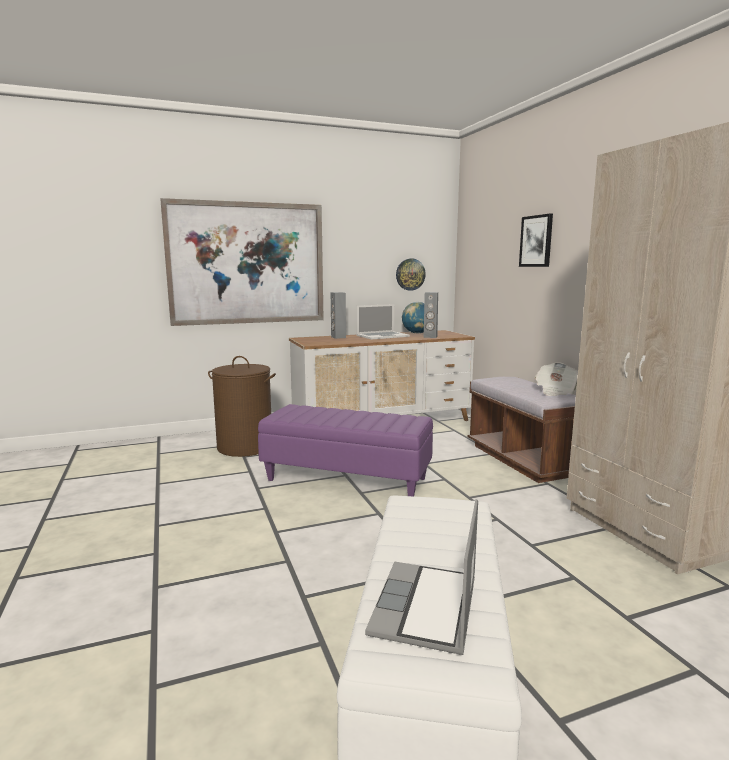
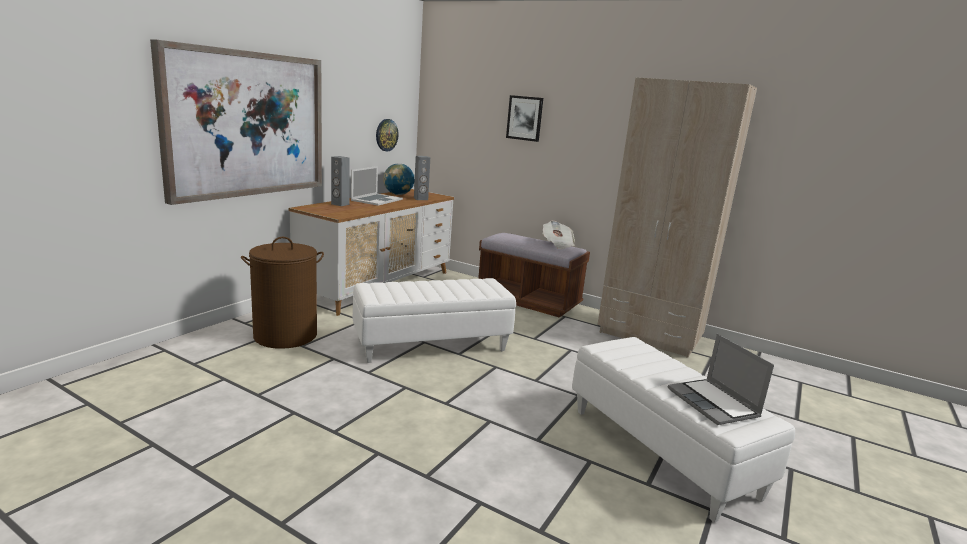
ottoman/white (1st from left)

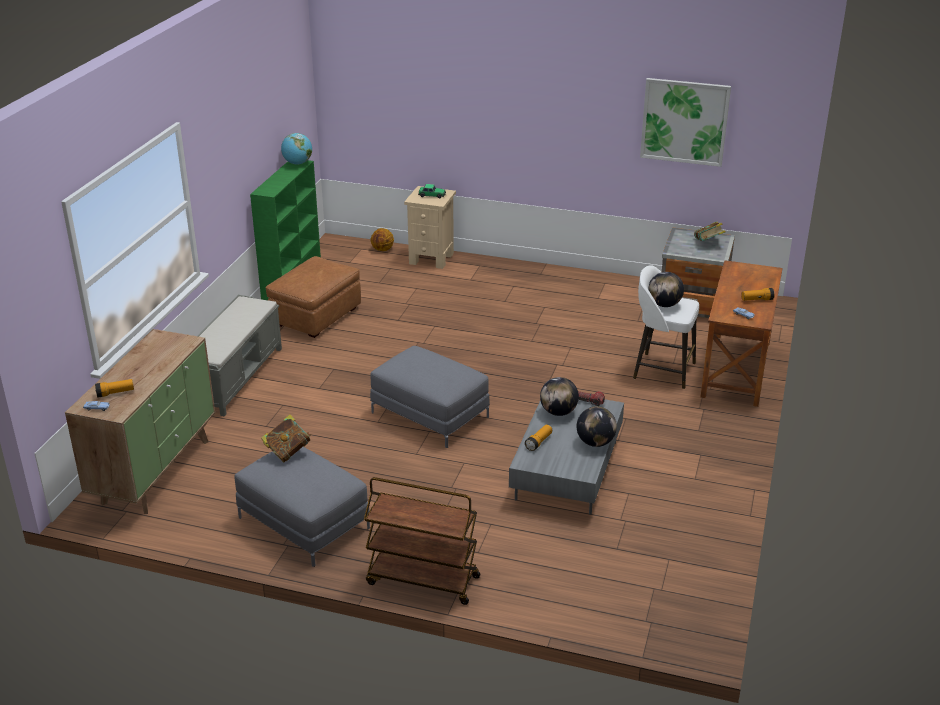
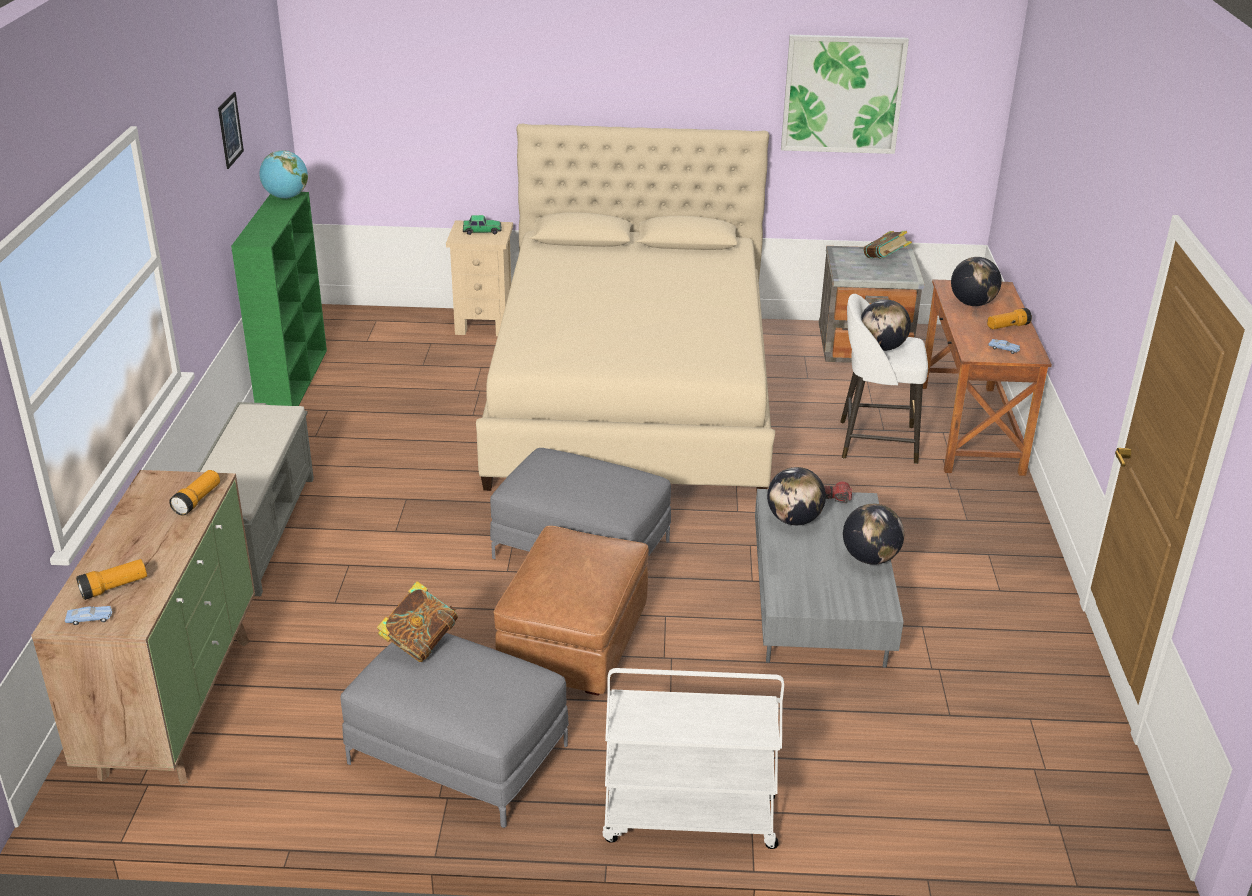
basketball; ottoman/brown; flashlight (2nd from left); cart/white; picture (1st from left); bed/beige; globe (5th from left)

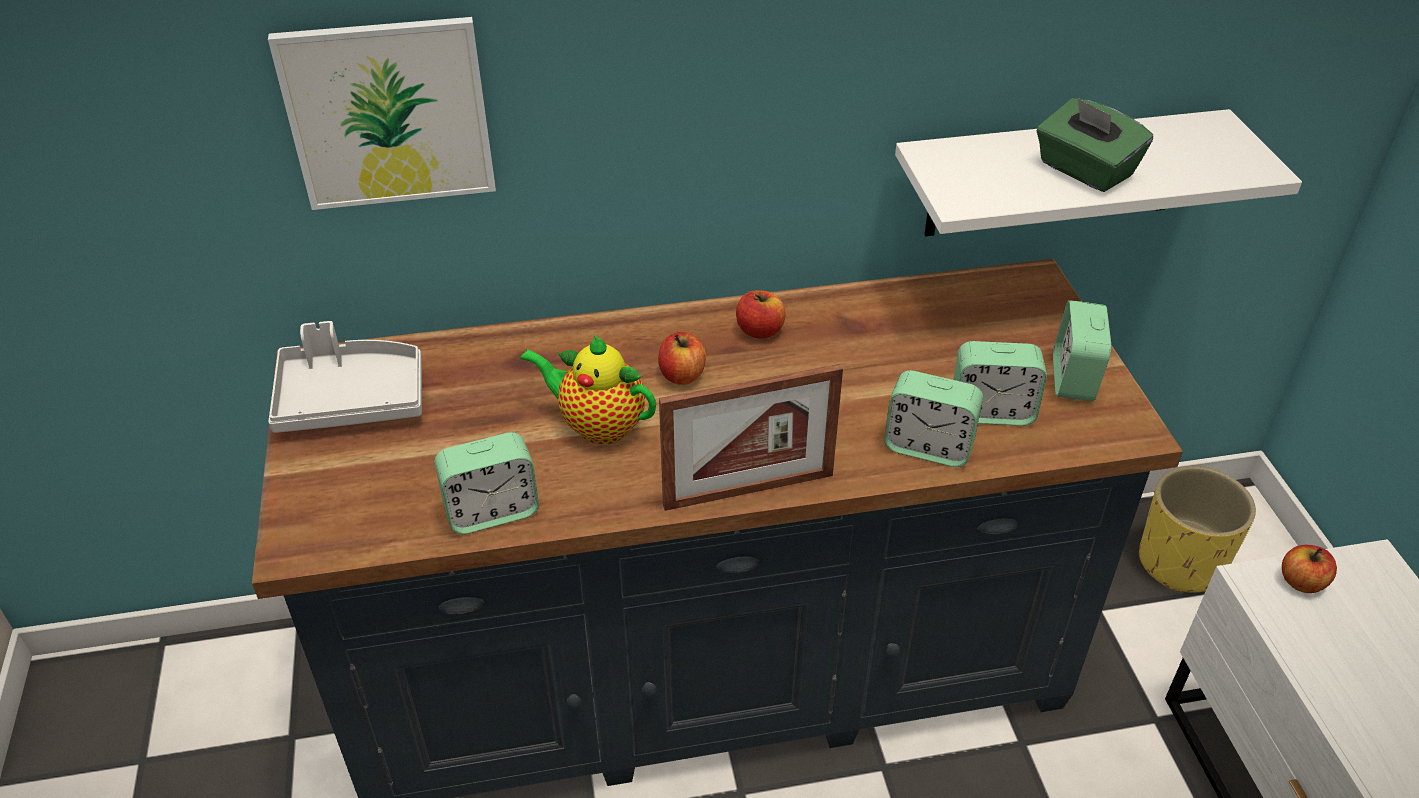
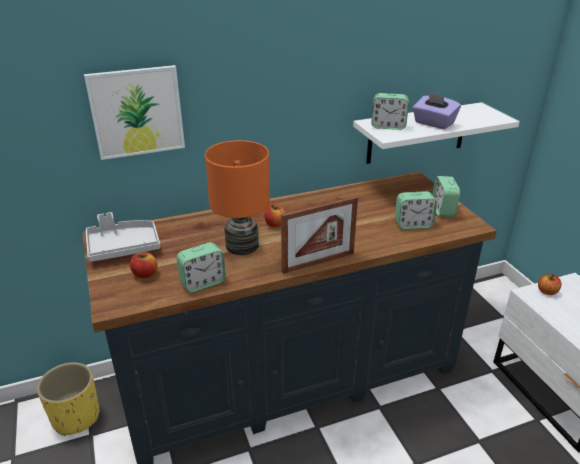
tissue box/purple; apple (1st from left); table lamp/orange; alarm clock (2nd from left); planter/yellow

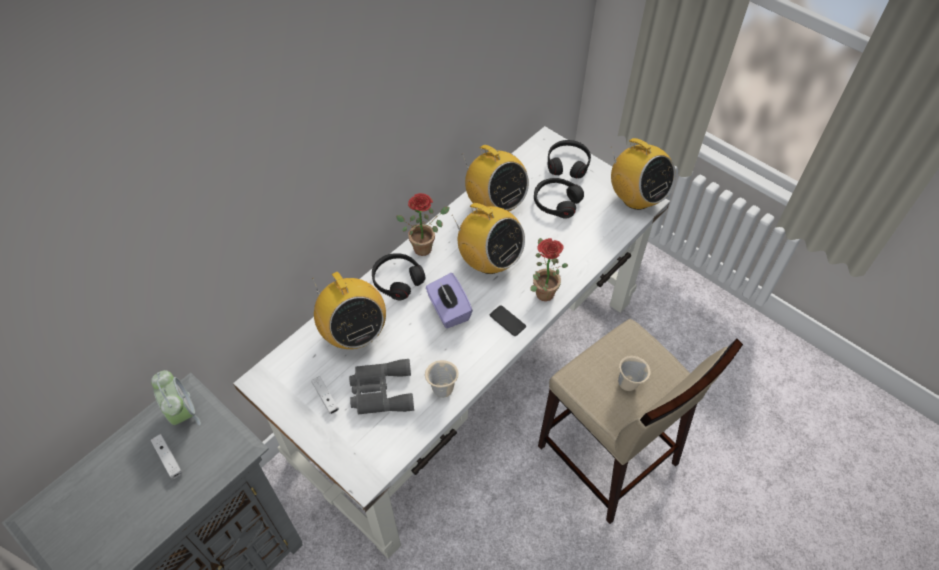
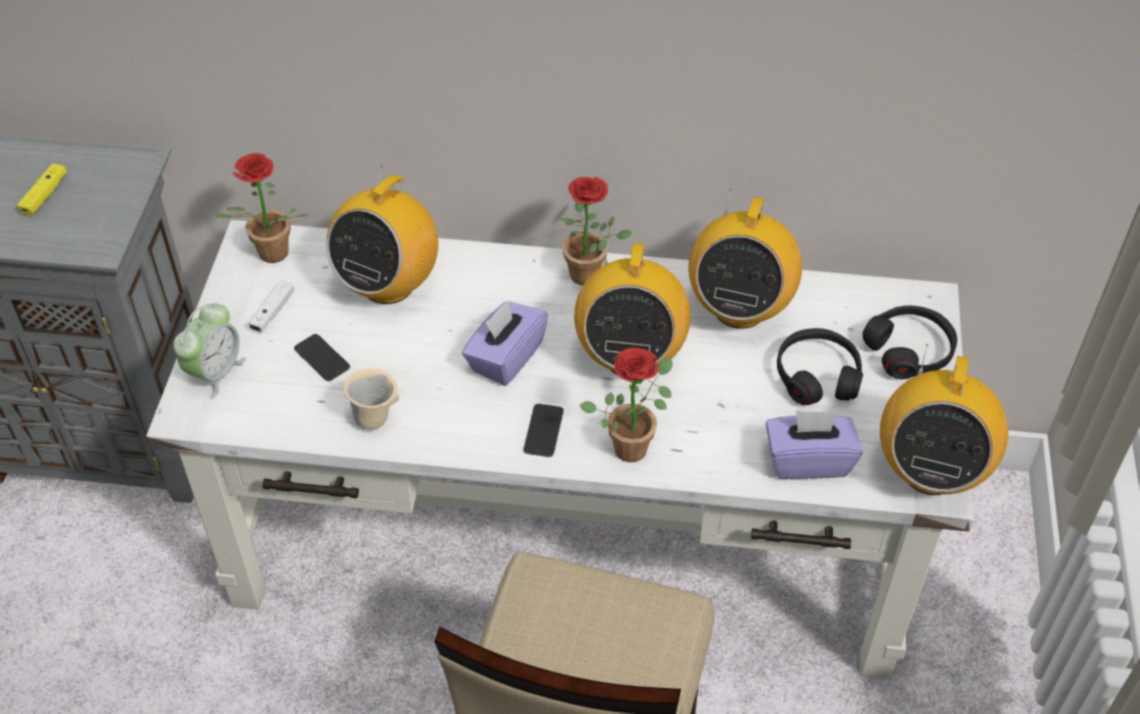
headphones/black (1st from left in the first image); mug/beige (2nd from left in the first image); phone (1st from left); alarm clock; game controller/yellow; potted plant (1st from left); tissue box/purple (2nd from left)

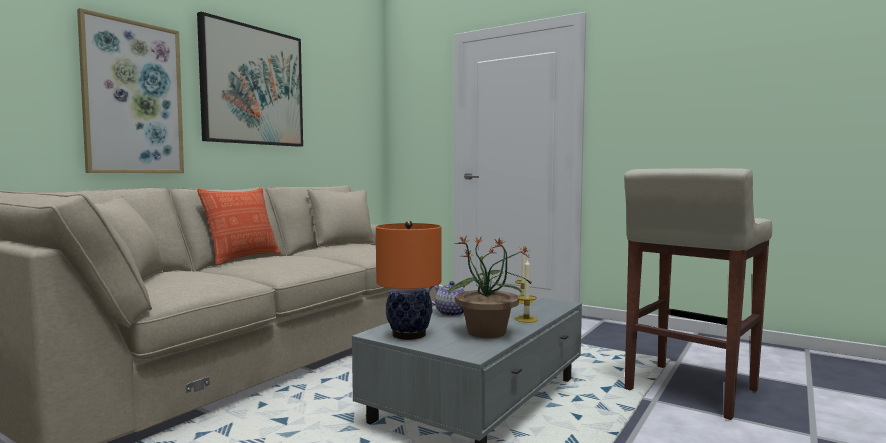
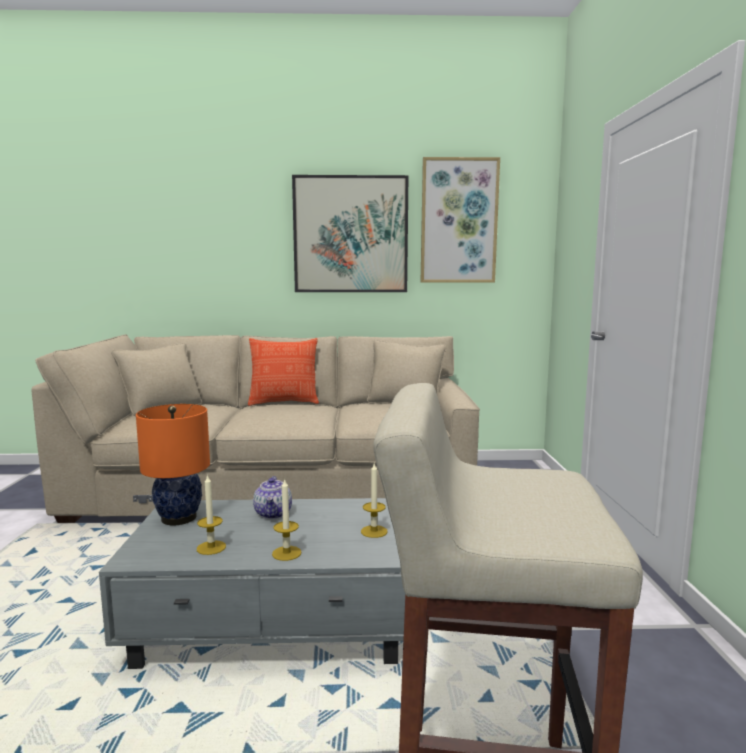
picture (2nd from left); candle (1st from left)

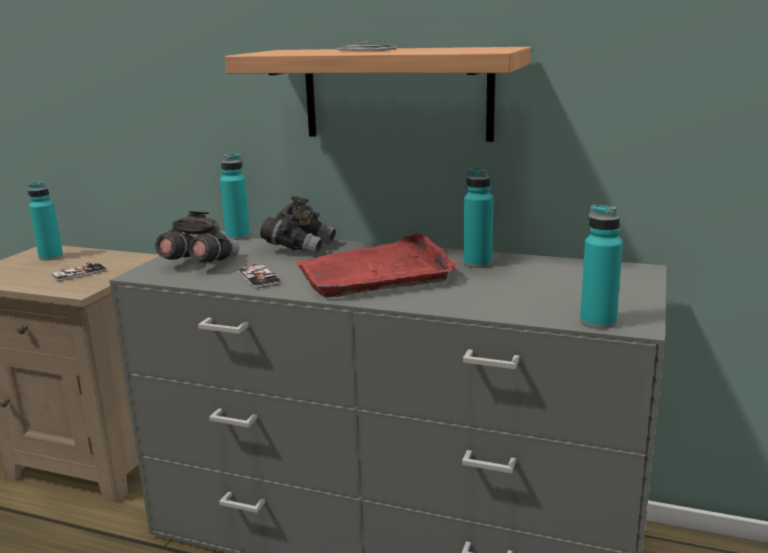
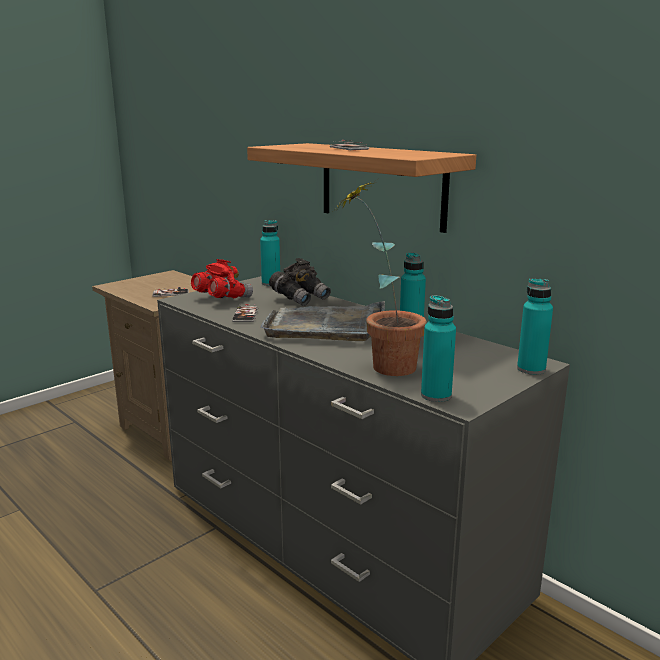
bottle/turquoise (4th from left); binoculars/red; tray/grey; potted plant

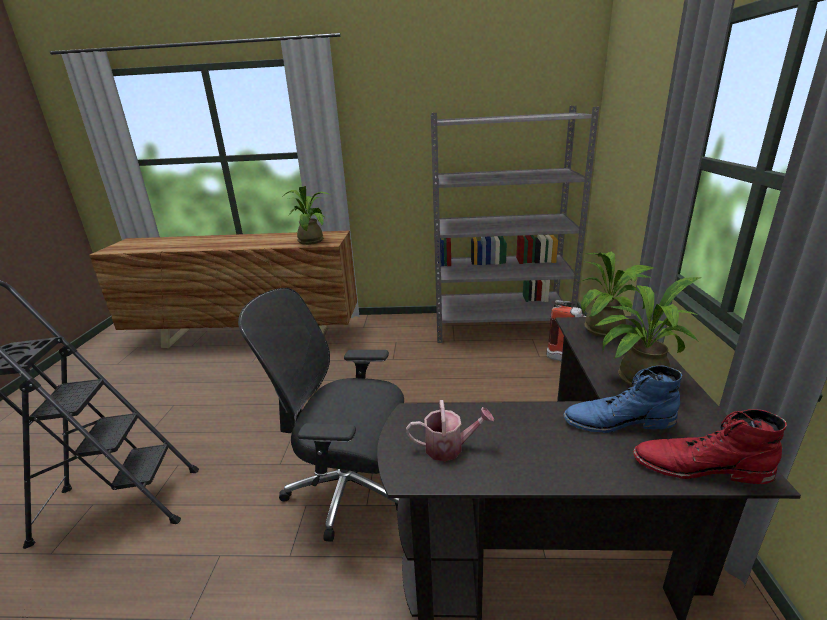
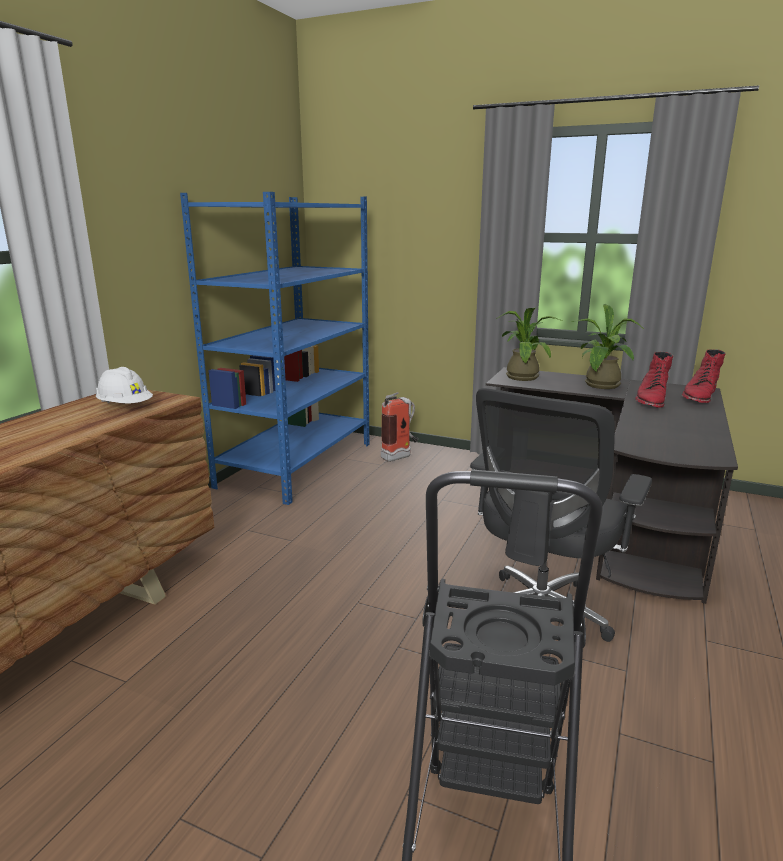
bookcase/blue; hard hat/white; boot/red (1st from left); watering can

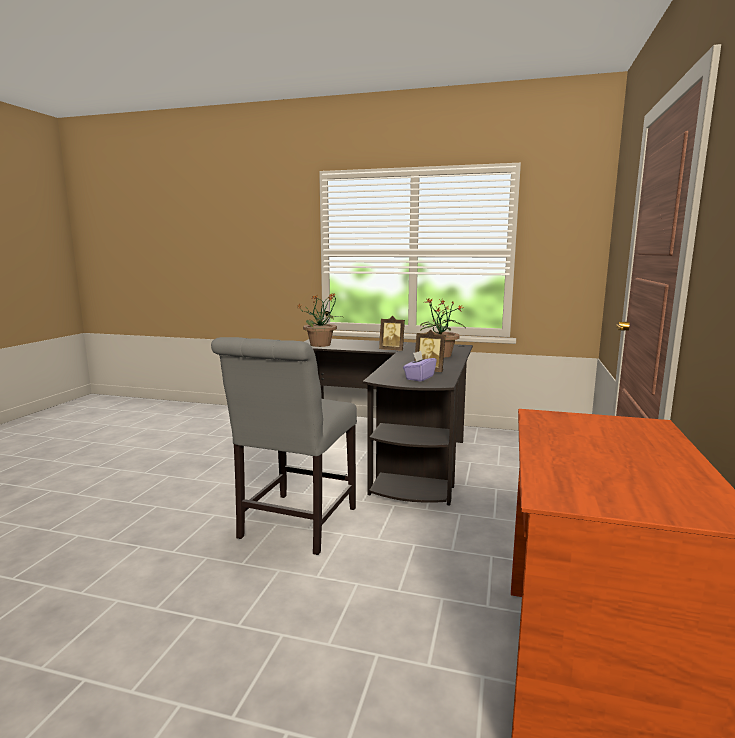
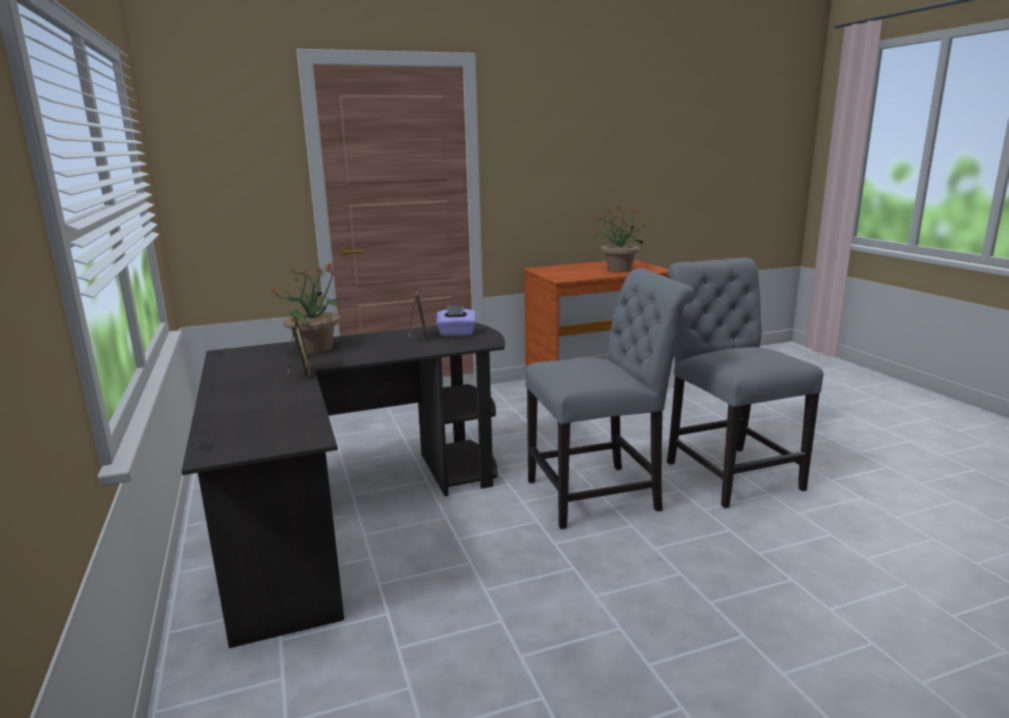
potted plant (2nd from left); chair/grey (2nd from left)

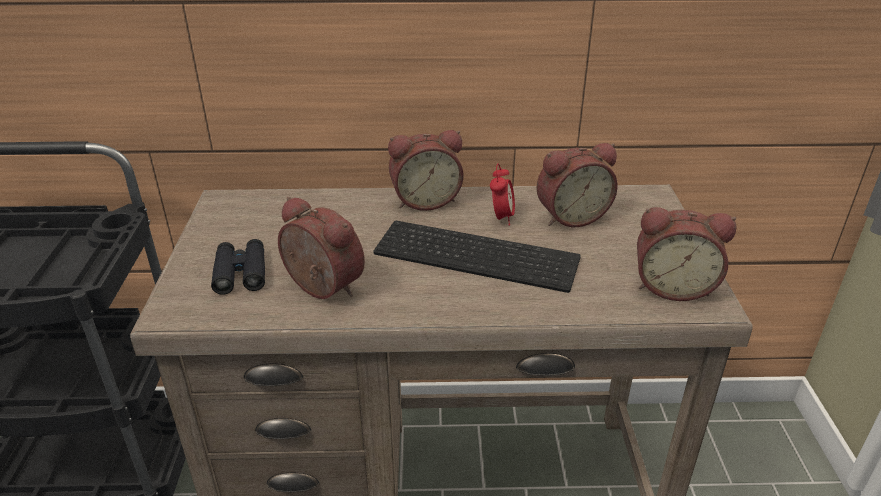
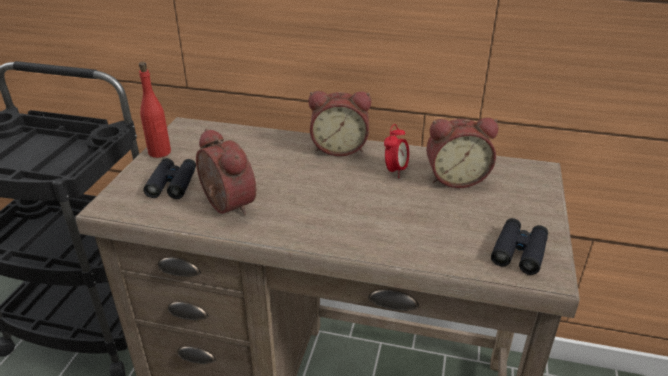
binoculars/black (2nd from left); keyboard; bottle/red

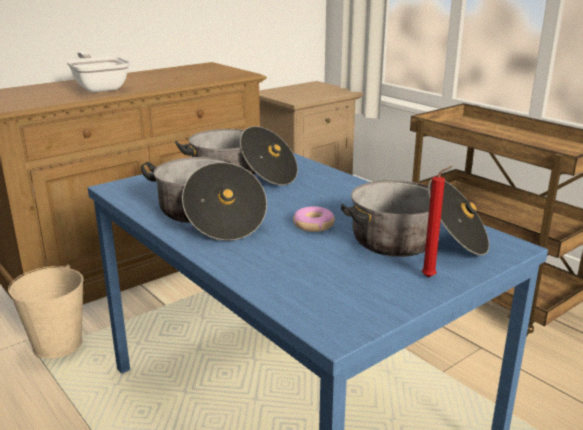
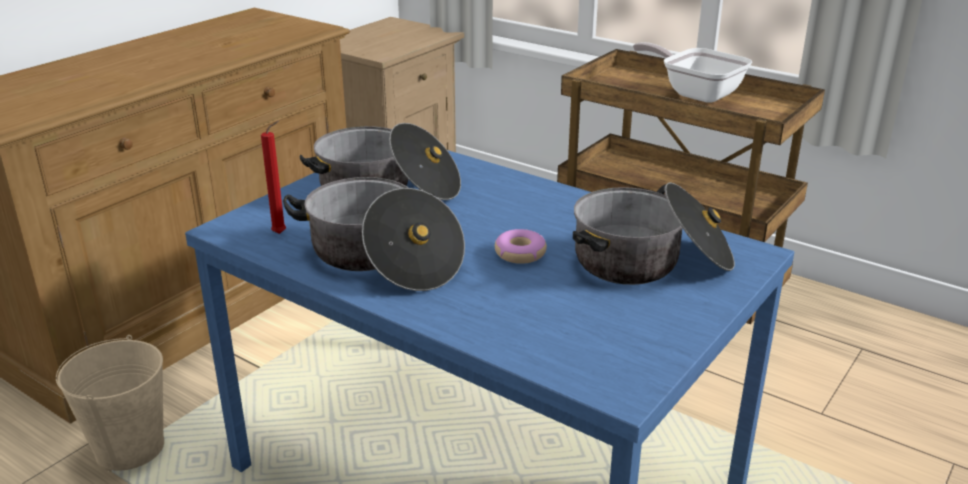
frying pan; candle/red

